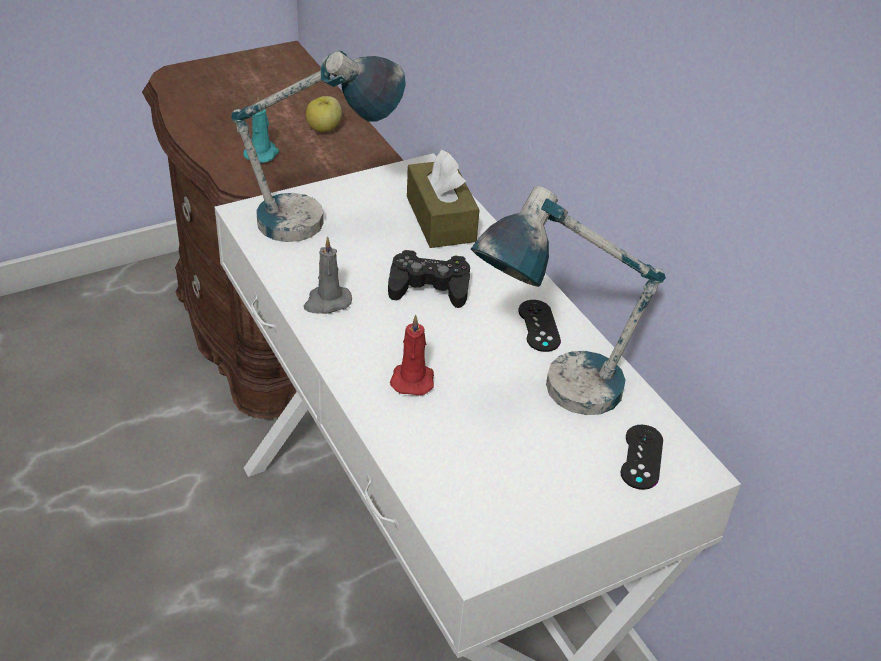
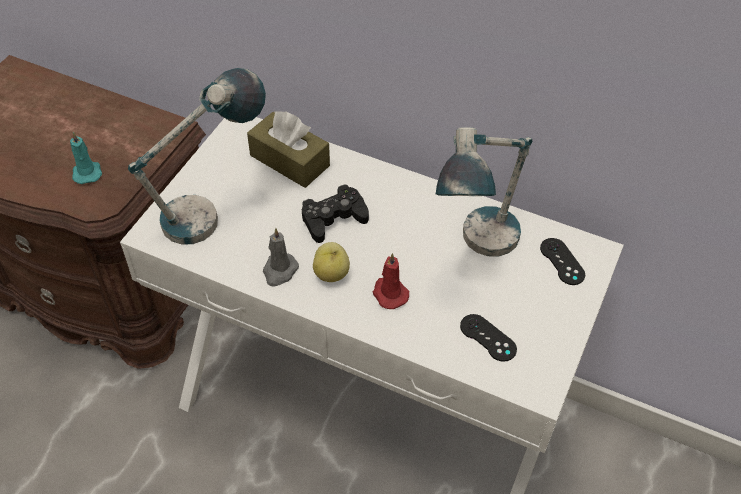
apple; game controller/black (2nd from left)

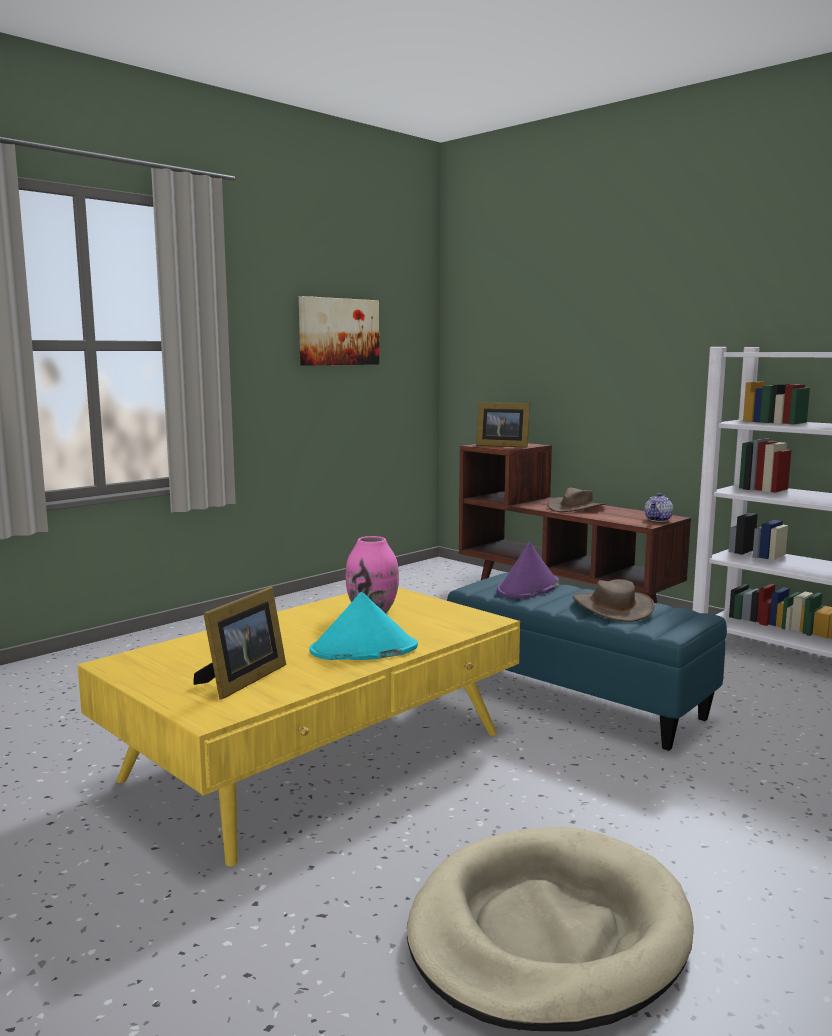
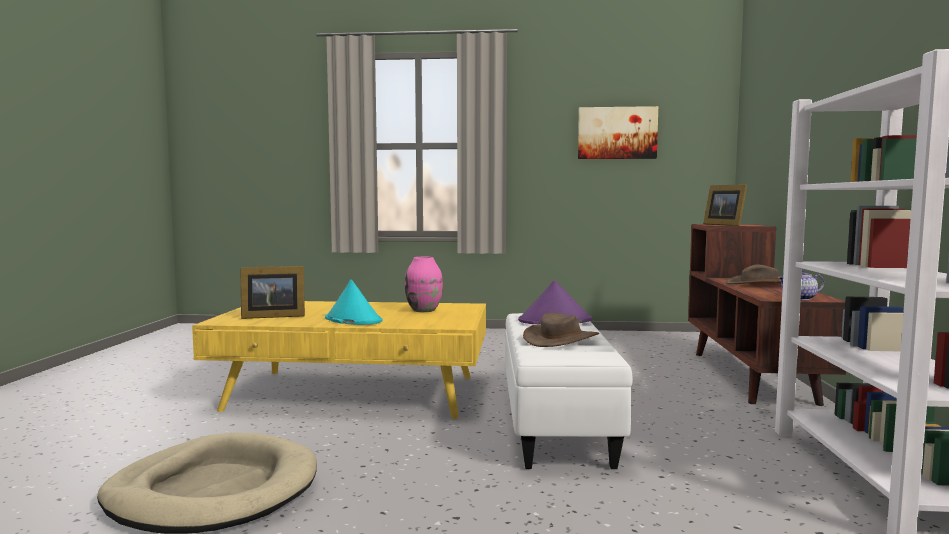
ottoman/white

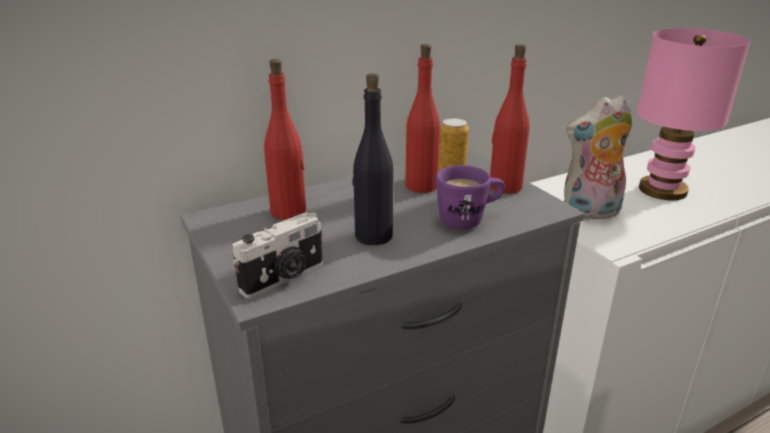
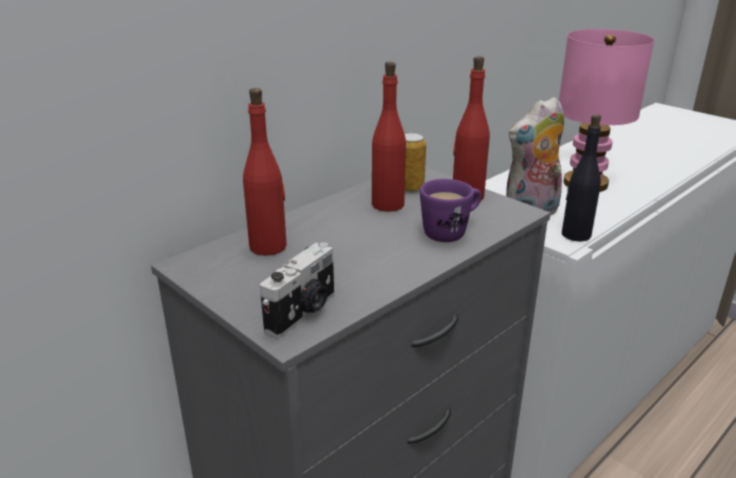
bottle/black

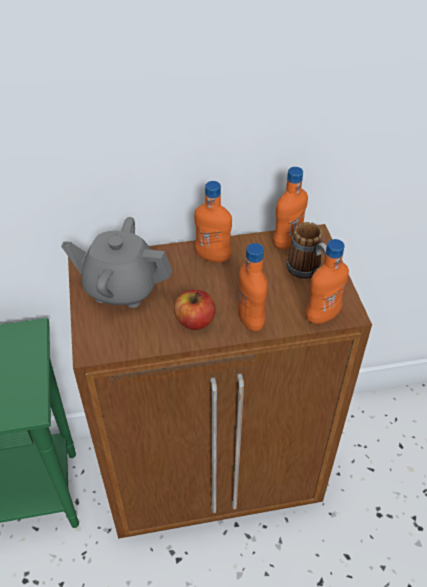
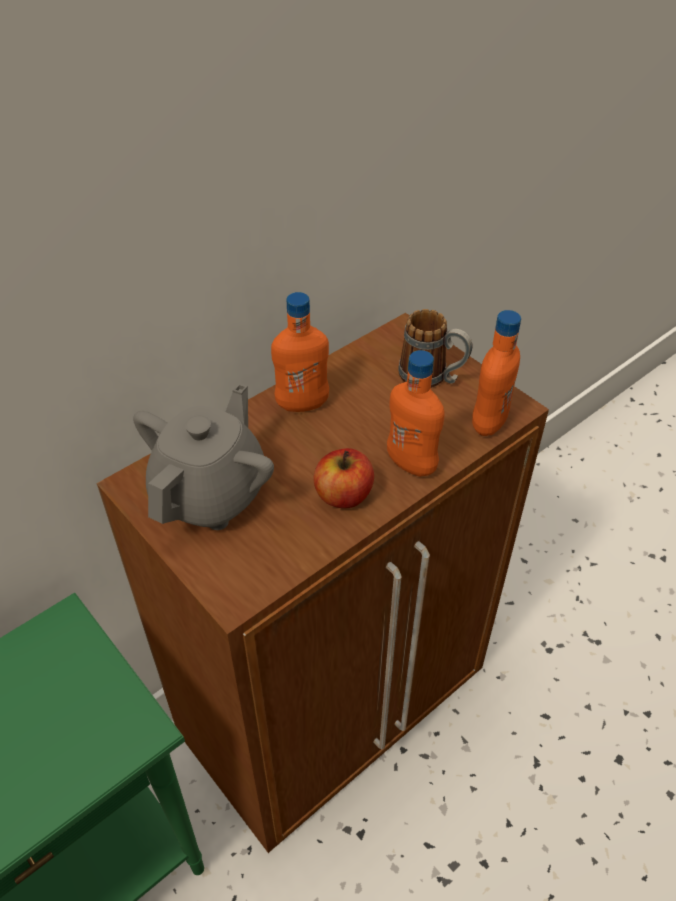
bottle/orange (3rd from left in the first image); teapot/grey

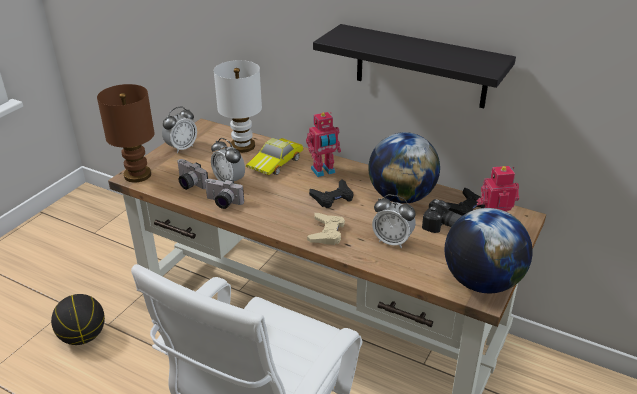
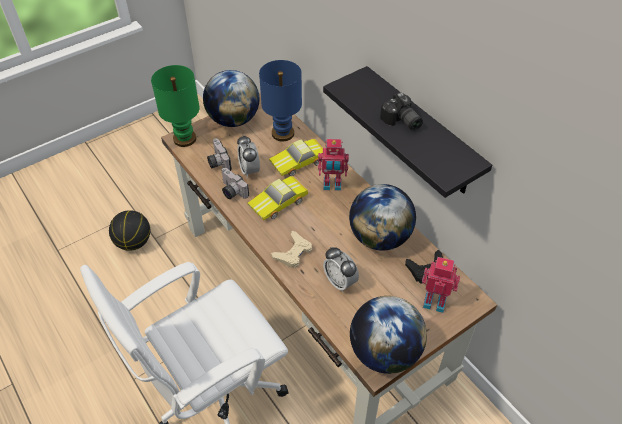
table lamp/blue; table lamp/green; globe (1st from left); game controller/black (1st from left in the first image); photo camera (3rd from left); toy car (1st from left)

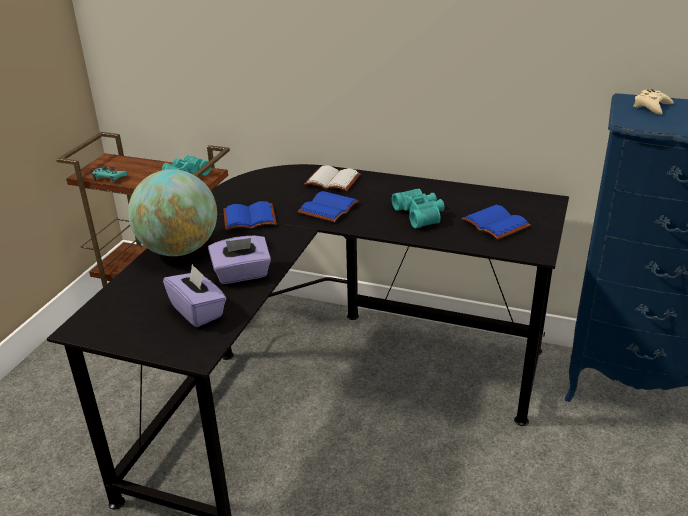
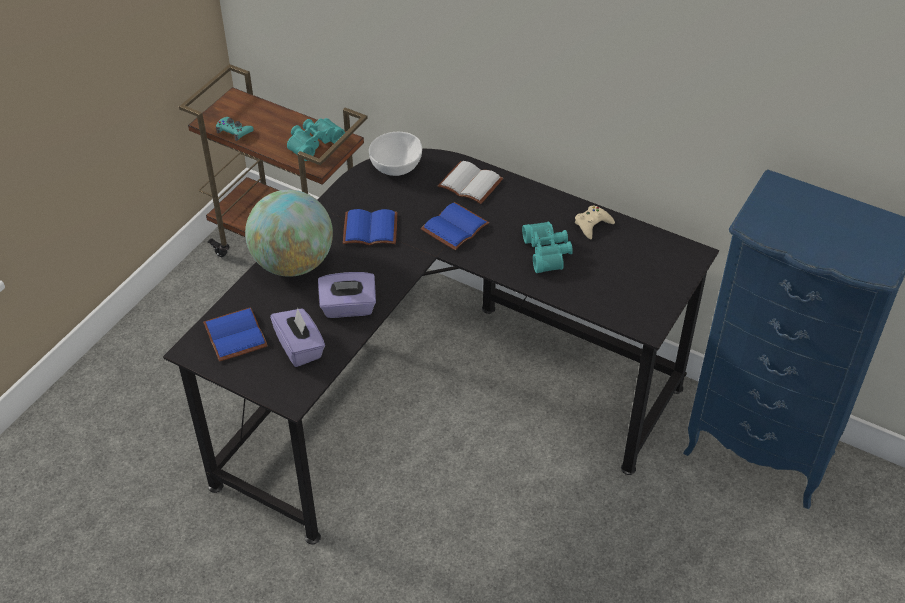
game controller/beige; book/blue (1st from left); bowl/white

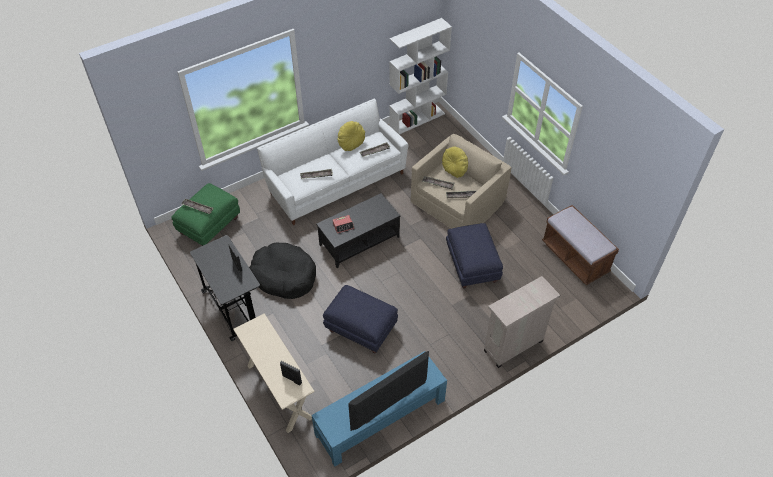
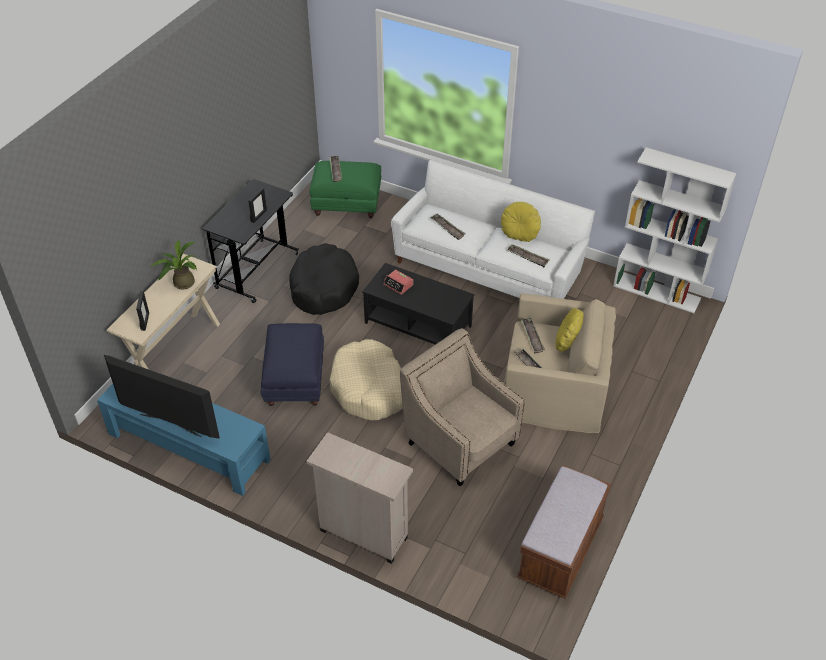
armchair/beige (1st from left); potted plant; dog bed/beige

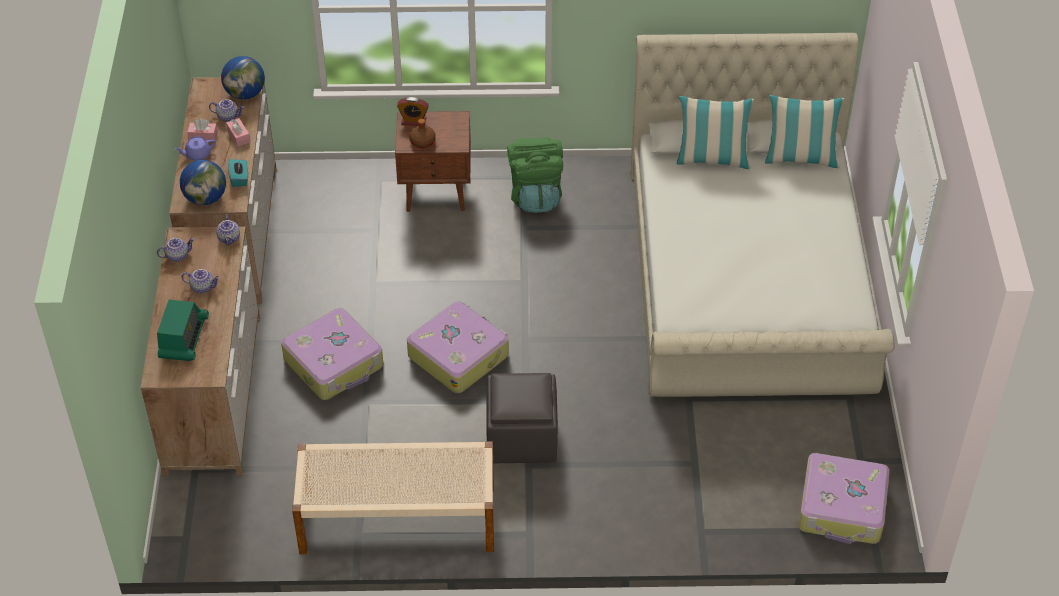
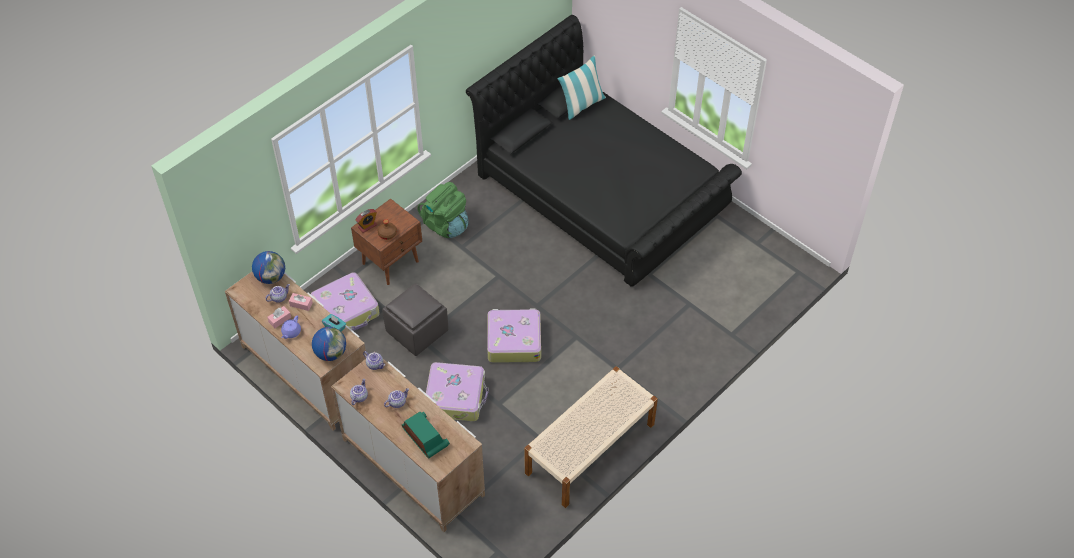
bed/black; pillow (1st from left in the first image); ottoman/grey; suitcase (1st from left)

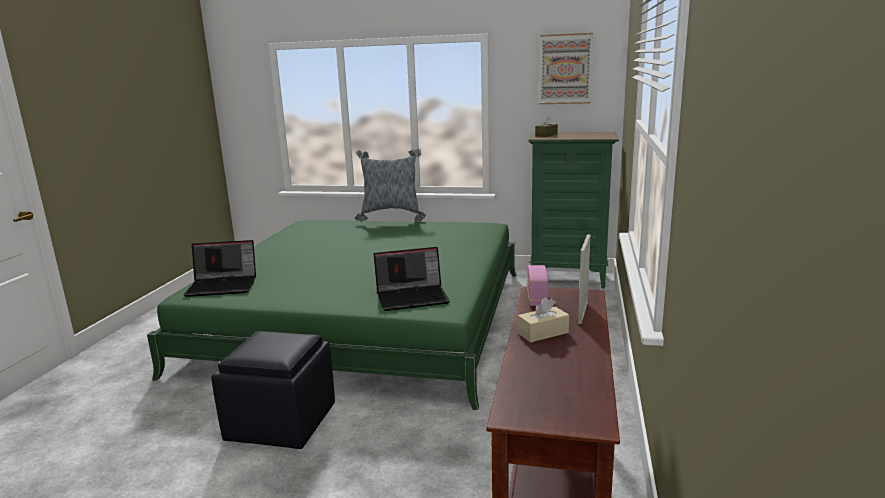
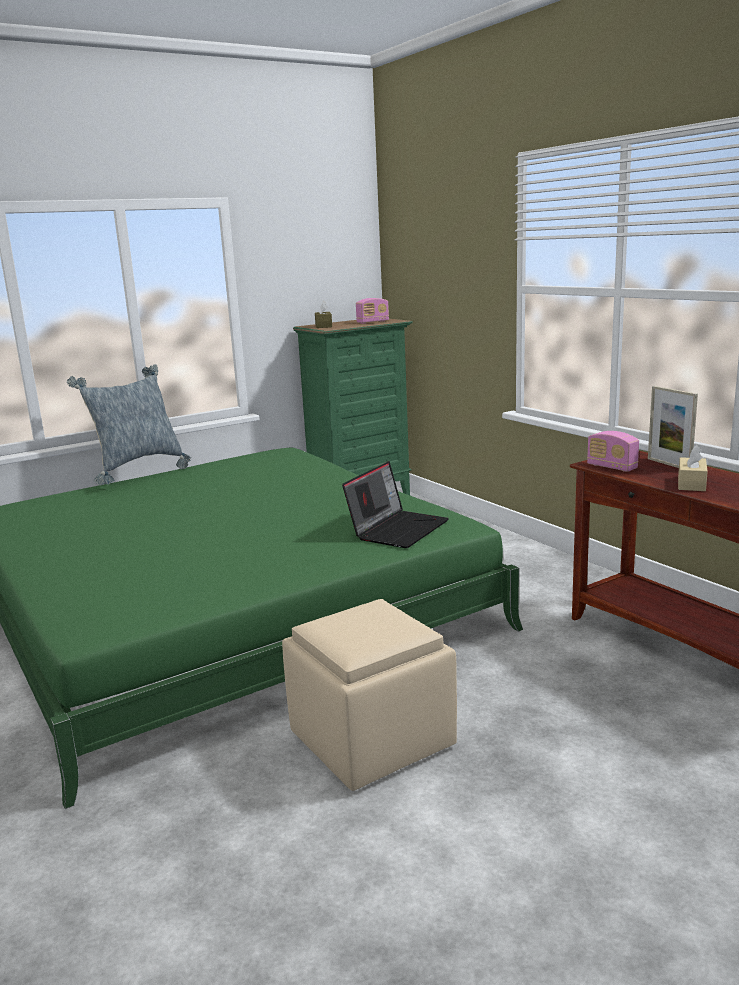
picture; laptop (1st from left in the first image); ottoman/beige; radio (1st from left)

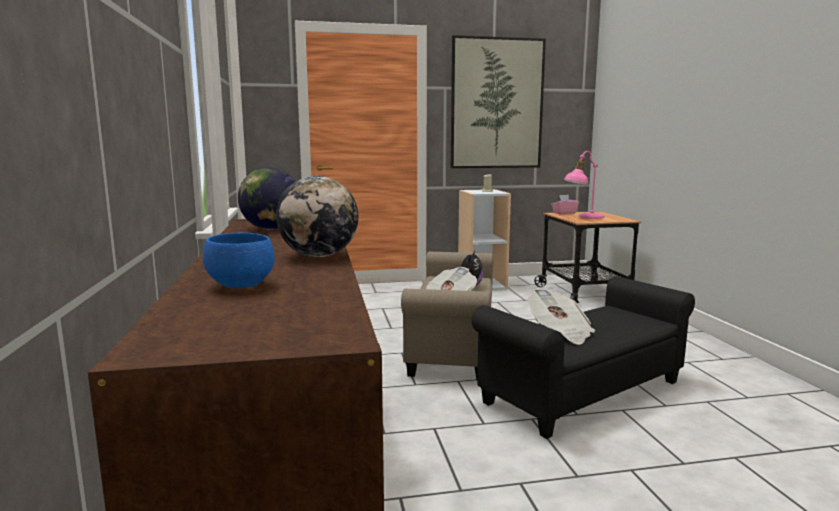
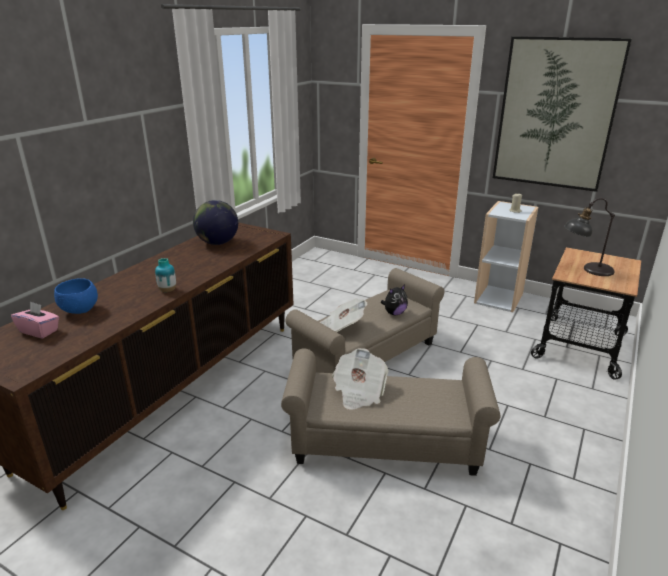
table lamp/grey; vase; tissue box/pink; ottoman/beige (2nd from left)

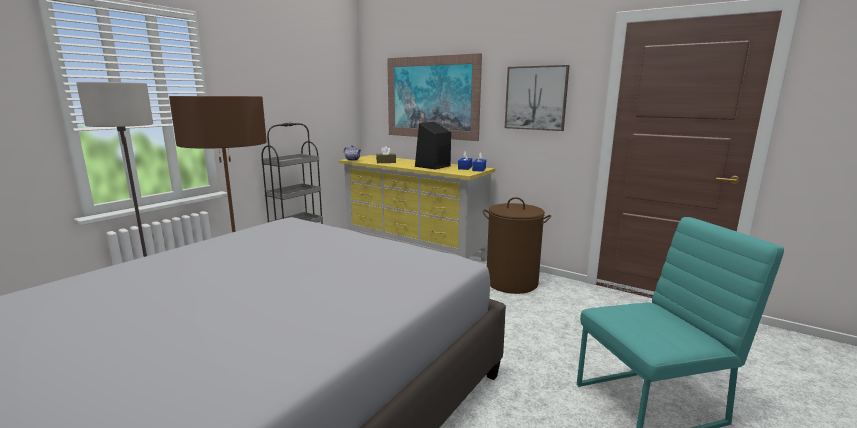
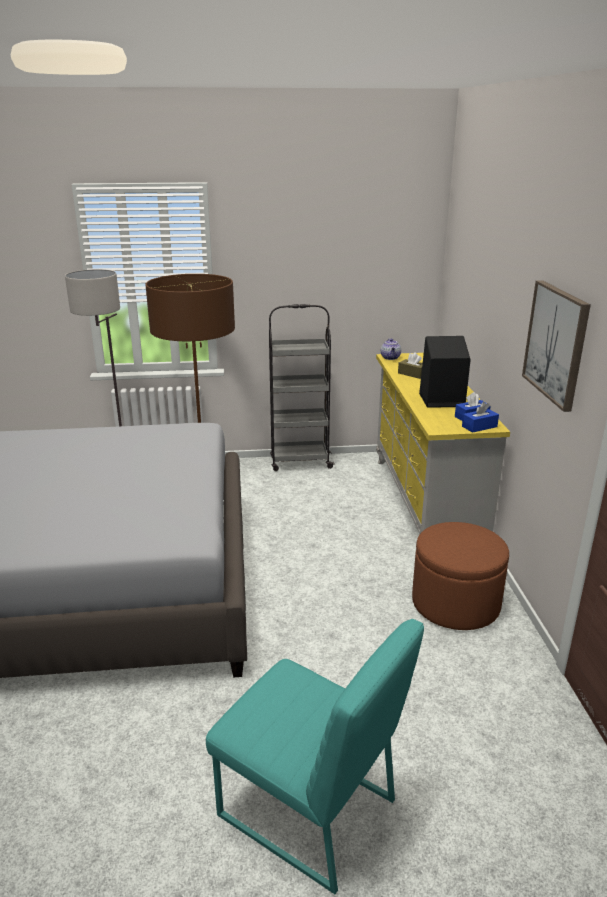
picture (1st from left in the first image); ottoman/brown

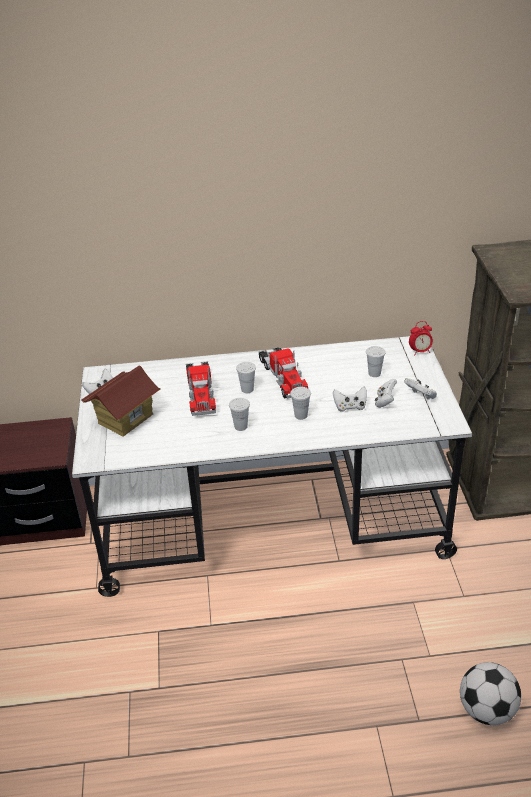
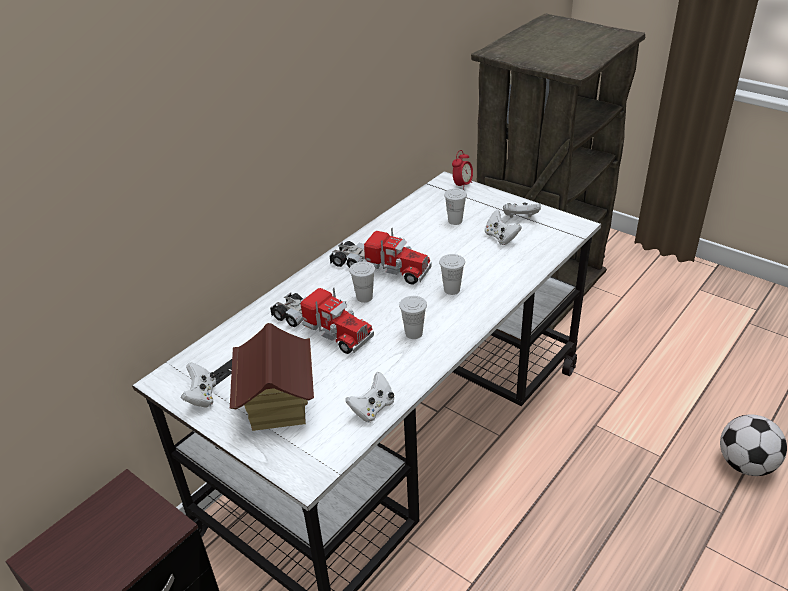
game controller/white (2nd from left)

